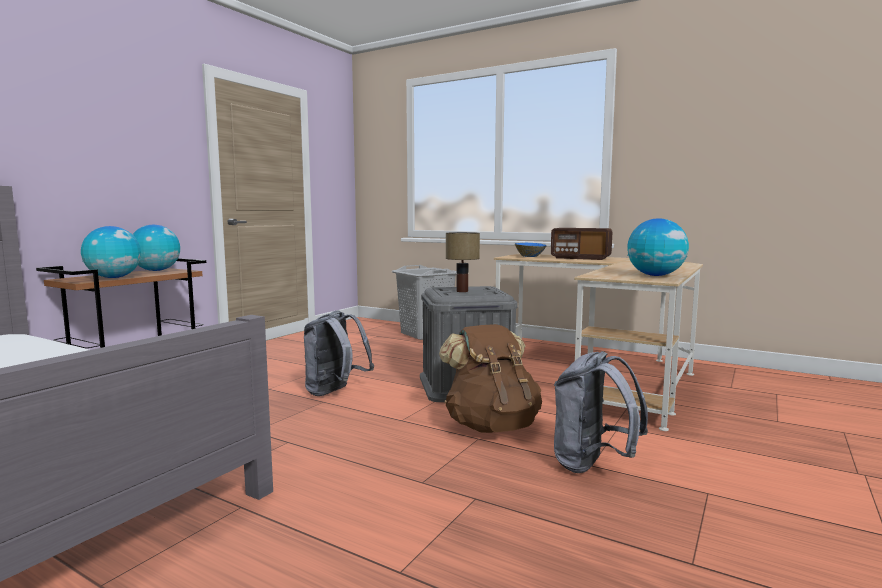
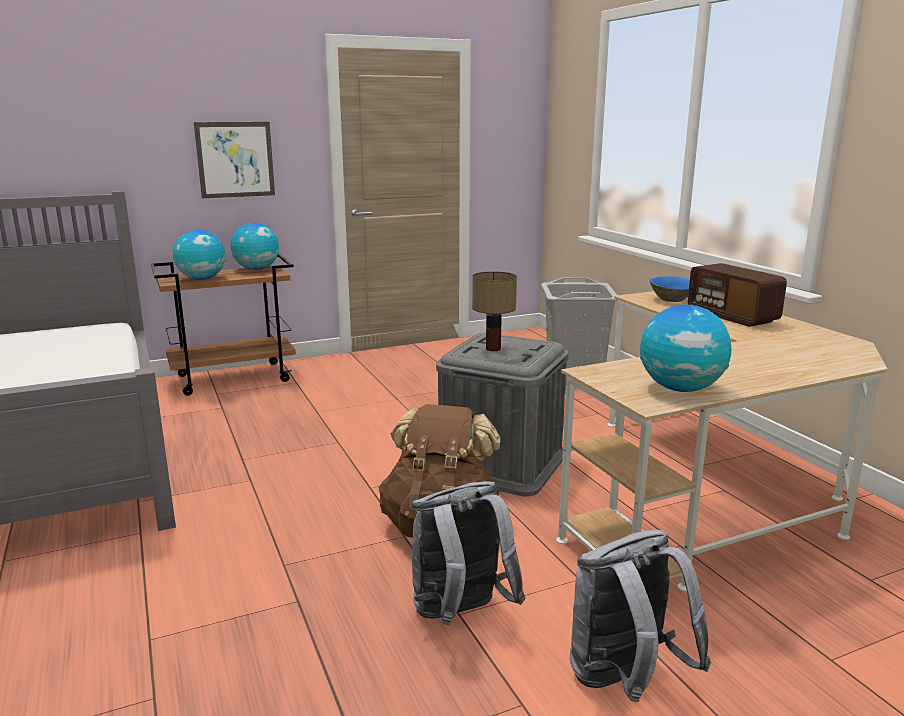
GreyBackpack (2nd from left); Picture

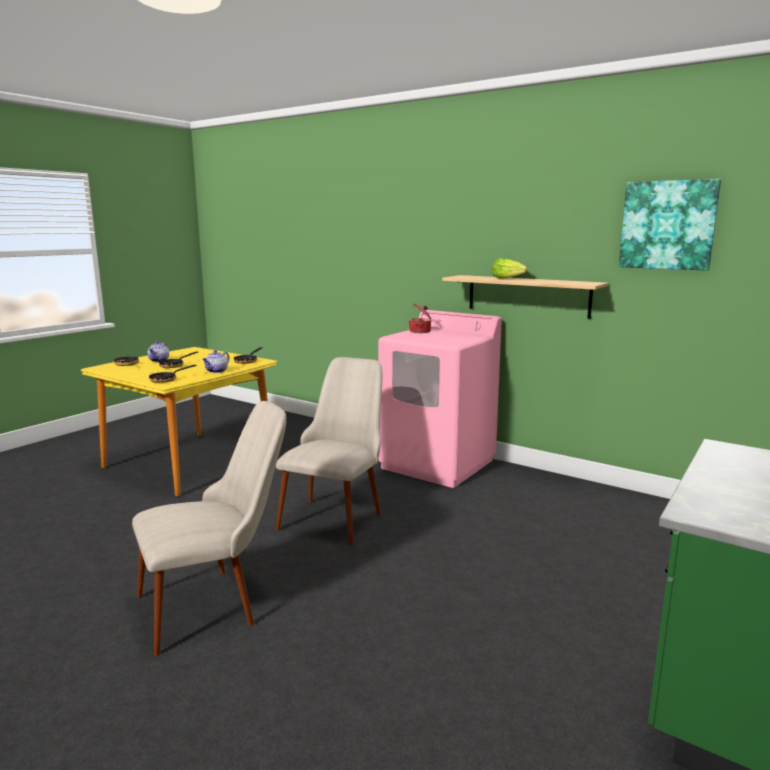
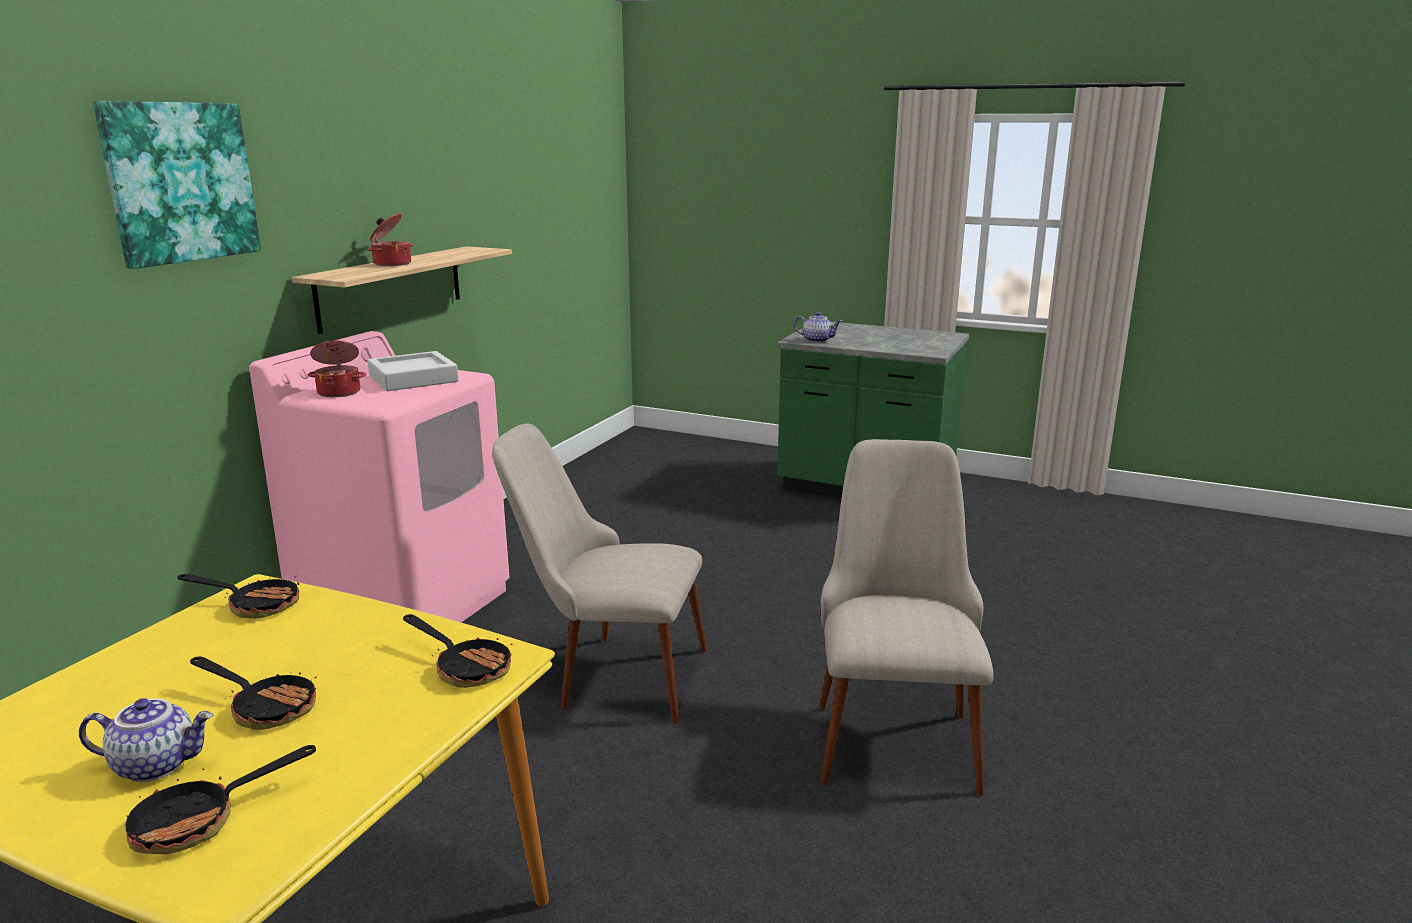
Picture; CookingPot (2nd from left); Teapot (2nd from left); BeigeChair (2nd from left); GreyTray

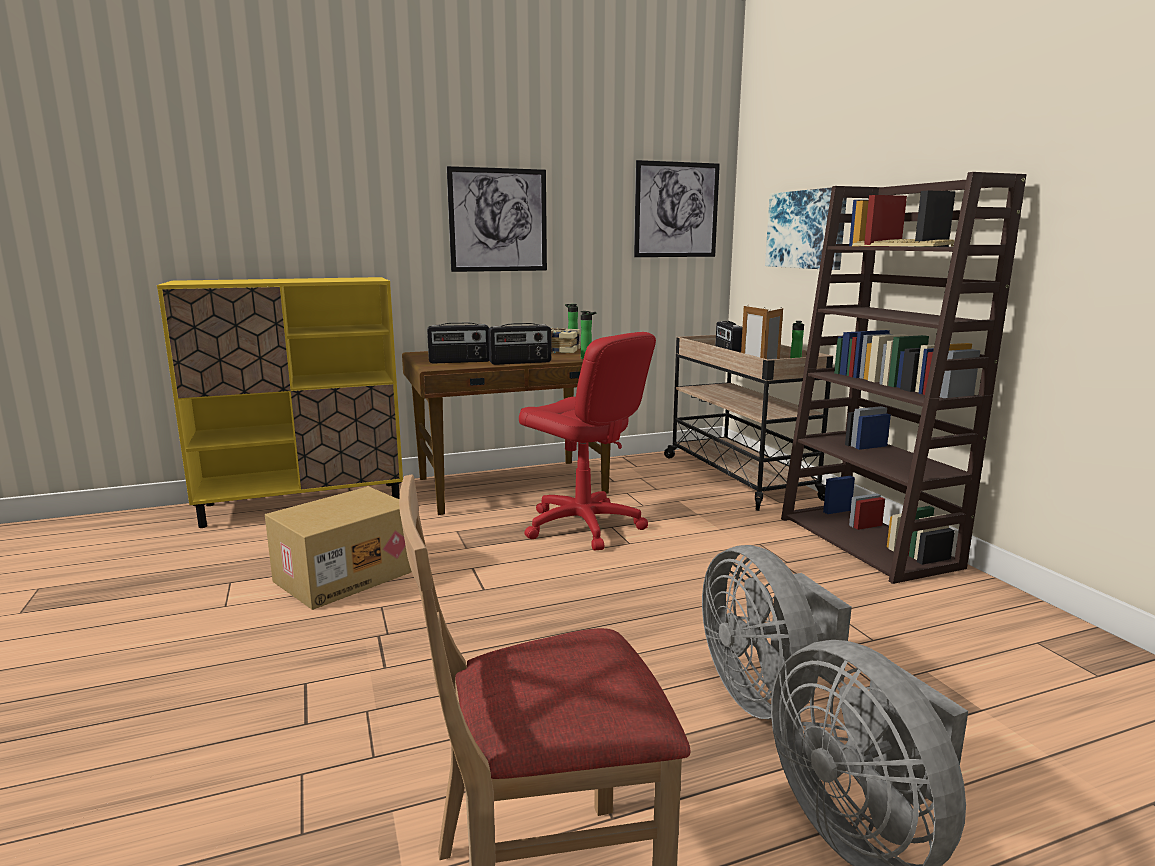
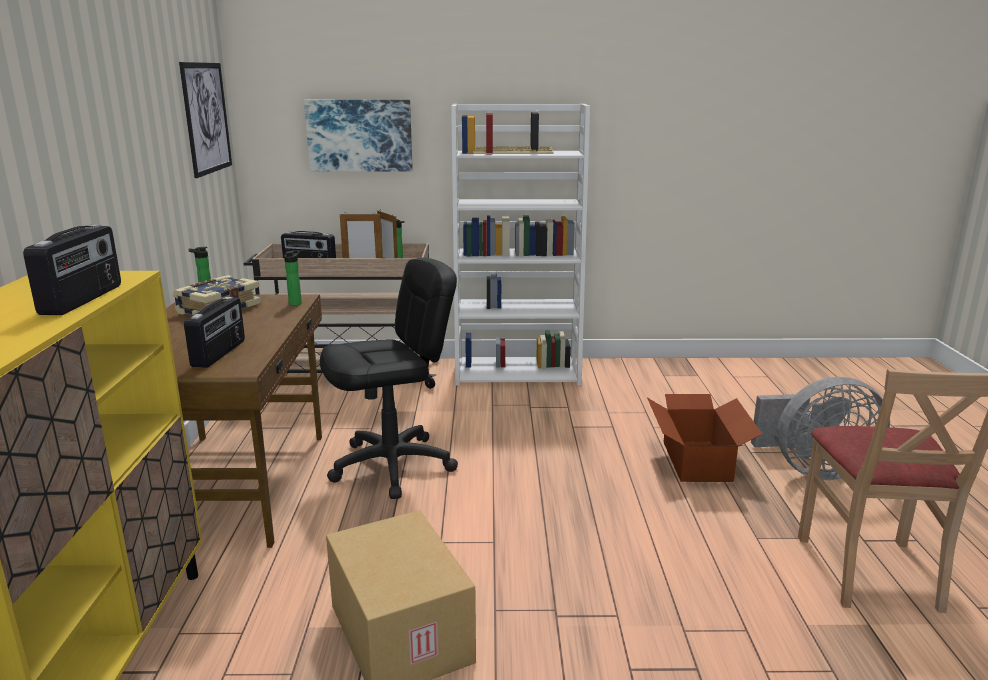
Picture (1st from left in the first image); WhiteBookcase; Radio (1st from left); BlackOfficeChair; CardboardBox (2nd from left)

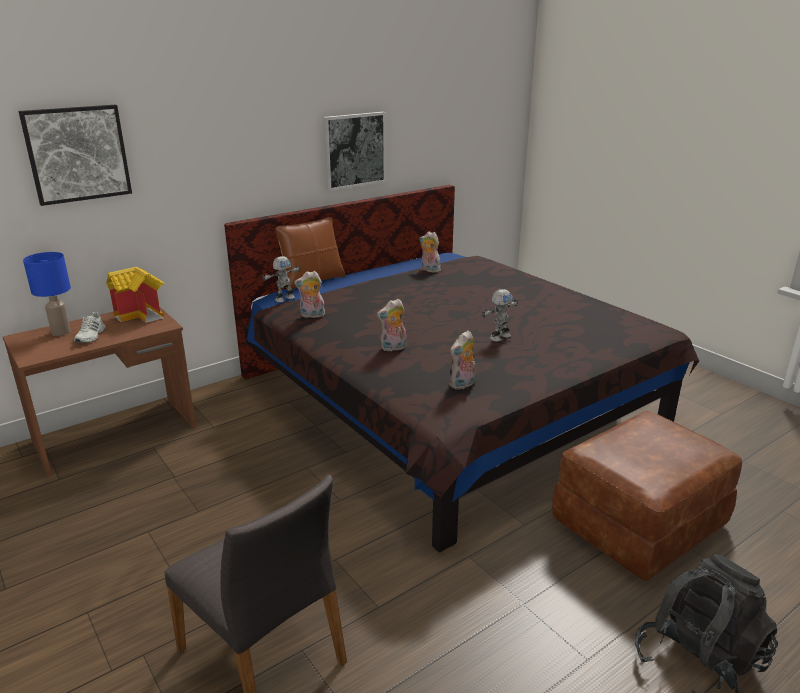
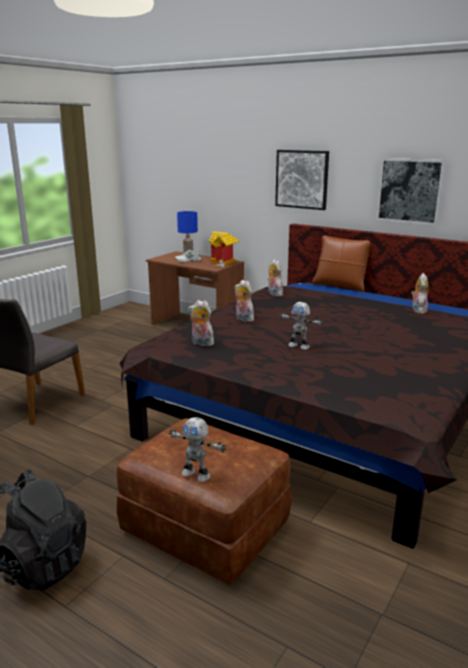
Picture (1st from left); ToyRobot (1st from left)

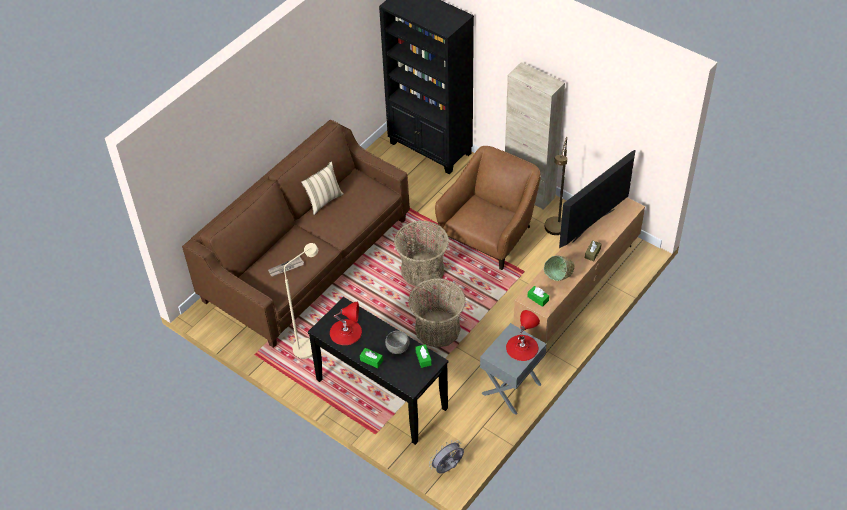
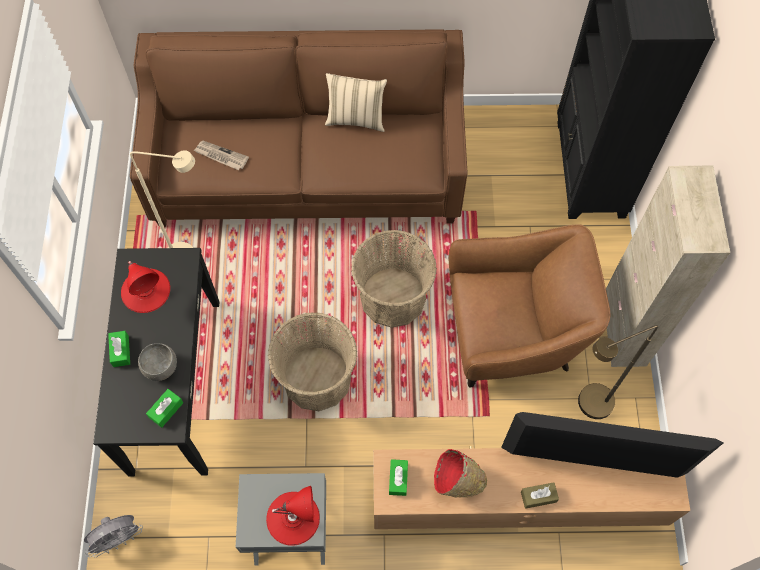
RedBowl; GreyFan

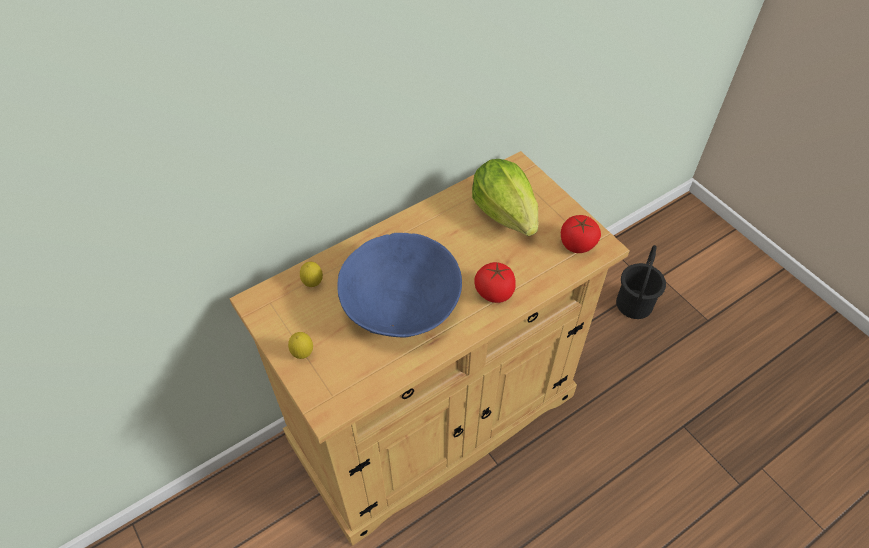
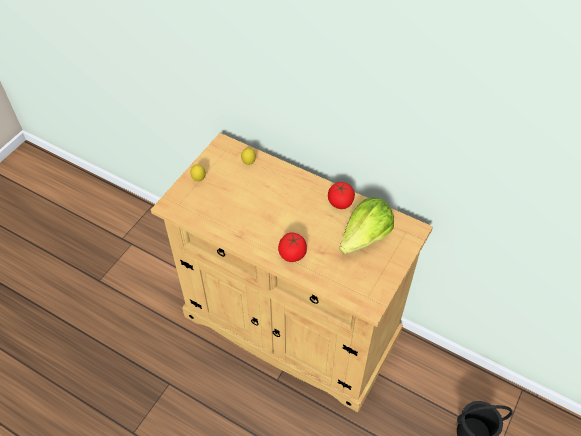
Tomato (2nd from left); BlueBowl

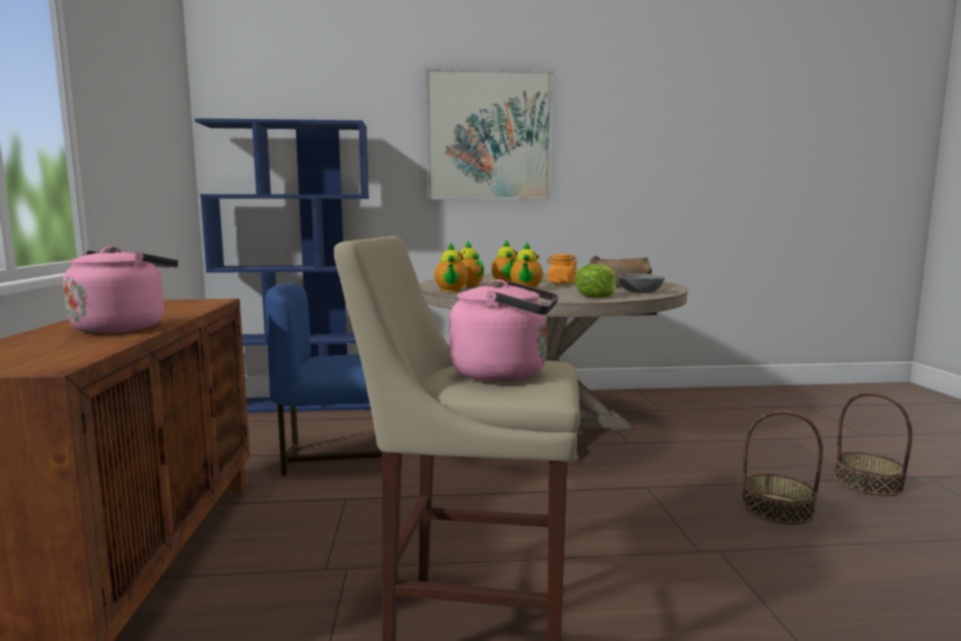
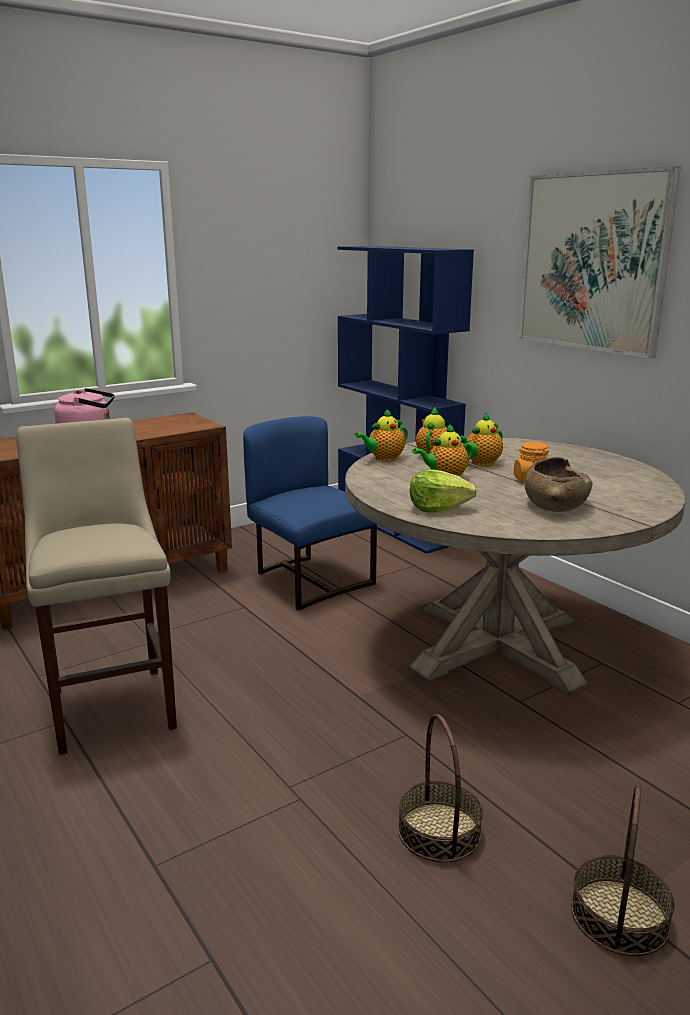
GreyBowl; PinkKettle (2nd from left in the first image)

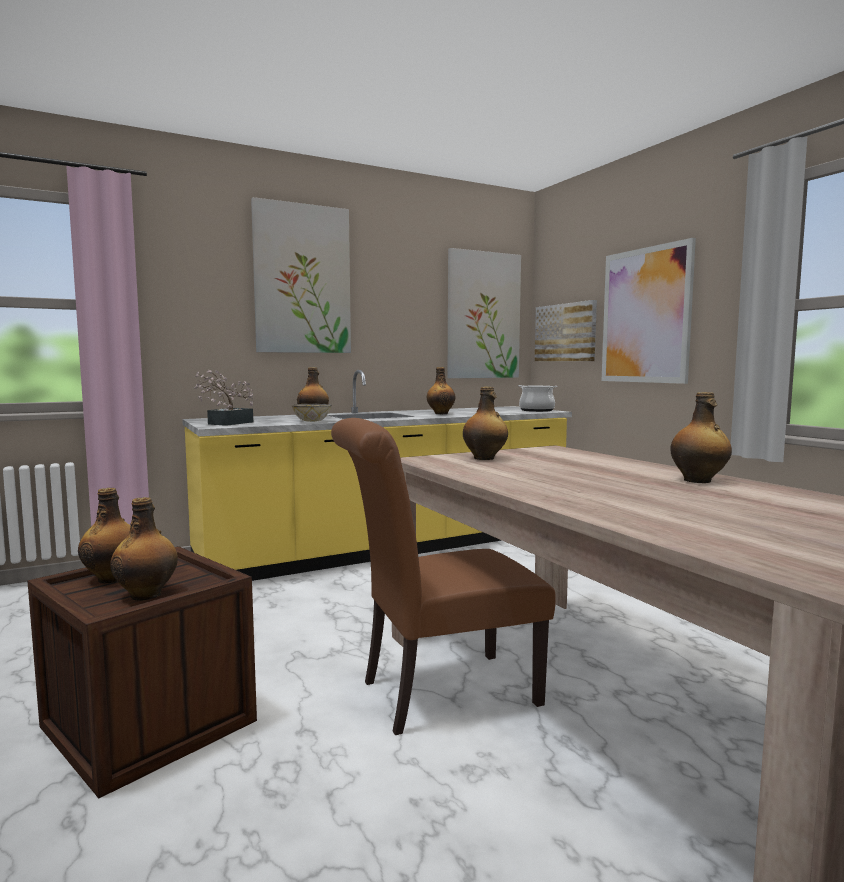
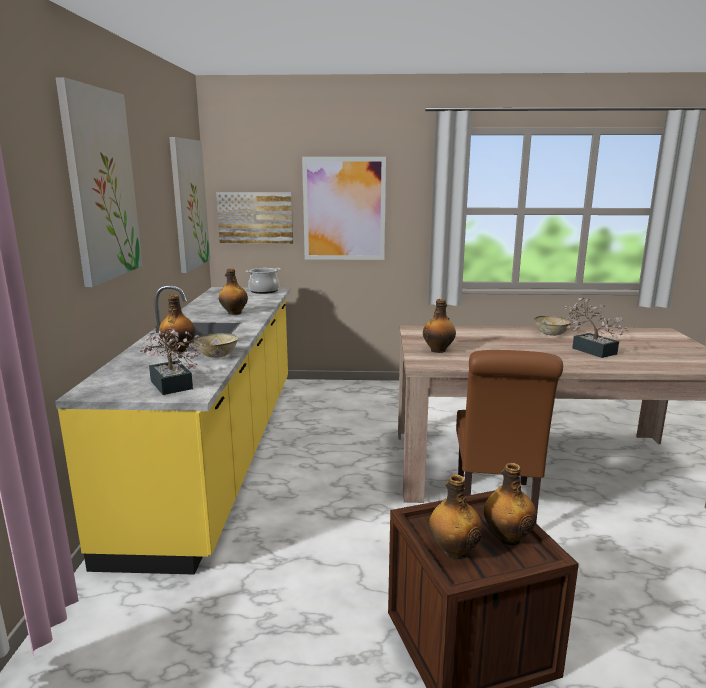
Bowl (2nd from left); PottedPlant (2nd from left)

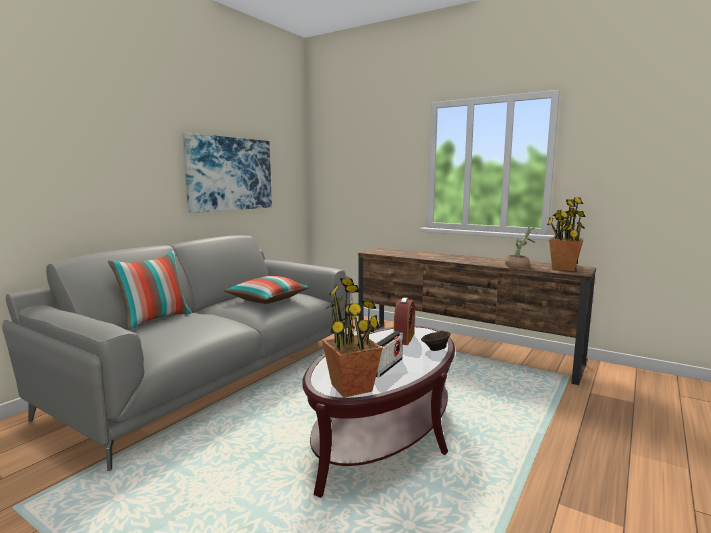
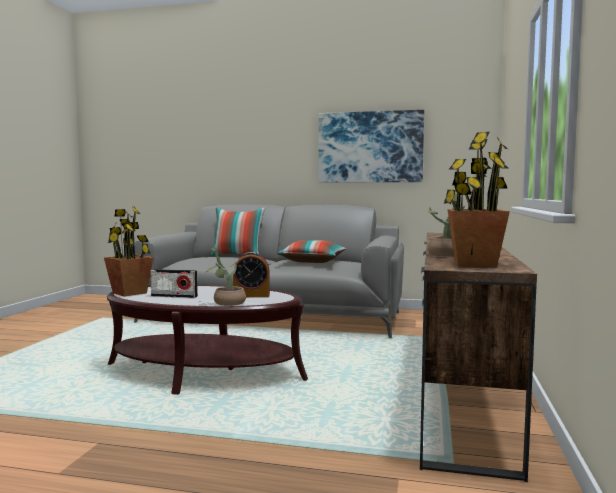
PottedPlant (2nd from left)

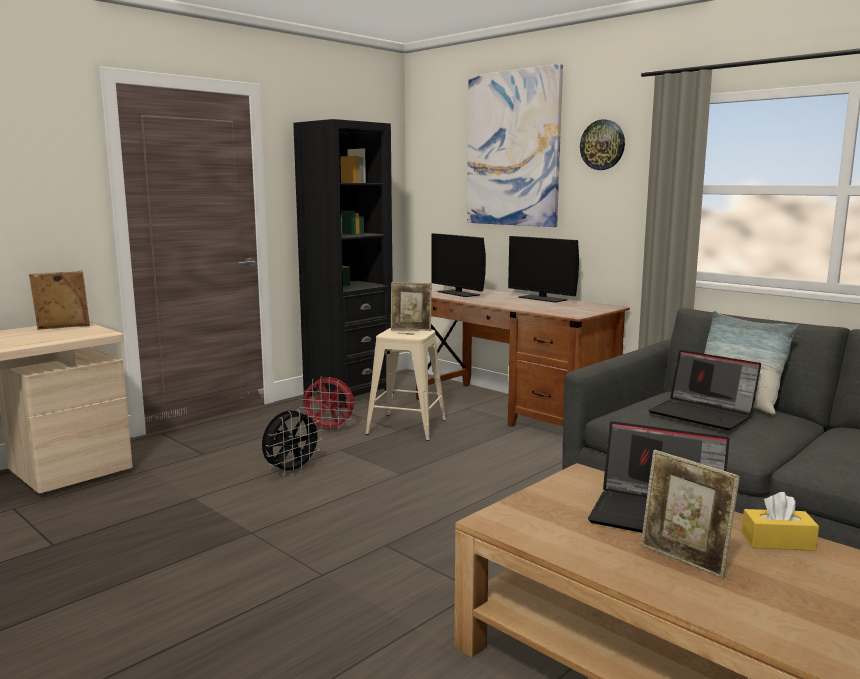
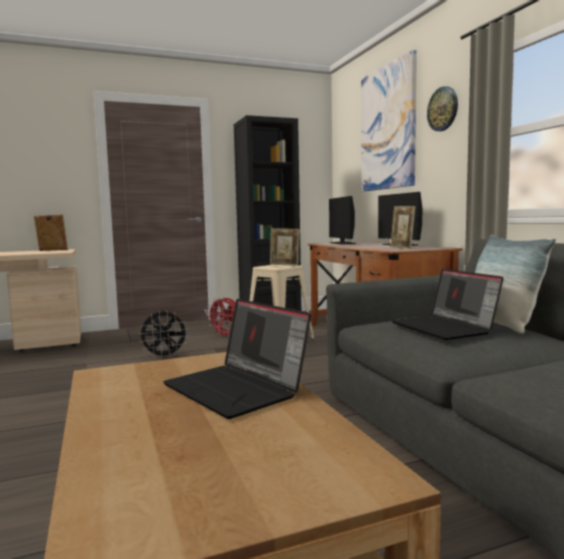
PictureFrame (3rd from left); YellowTissueBox

